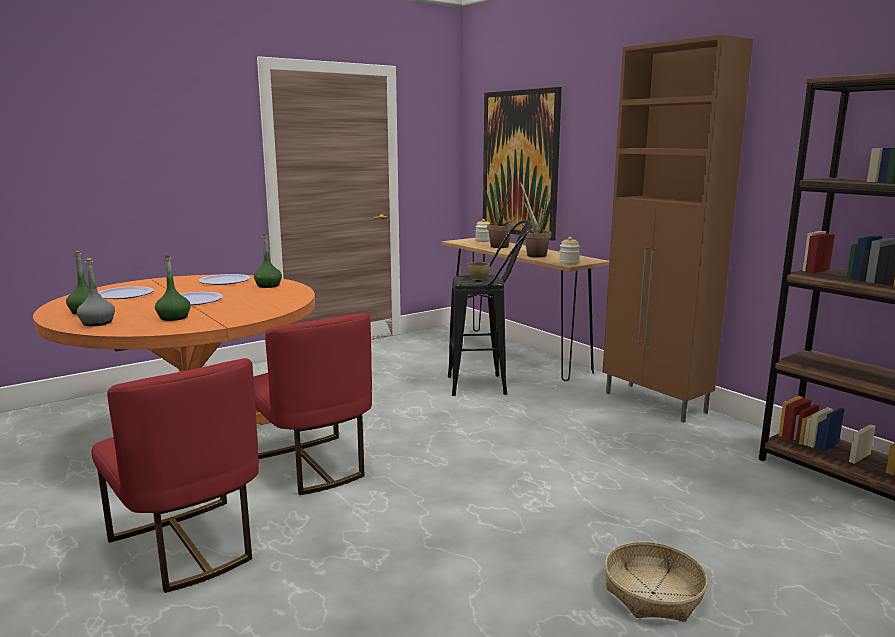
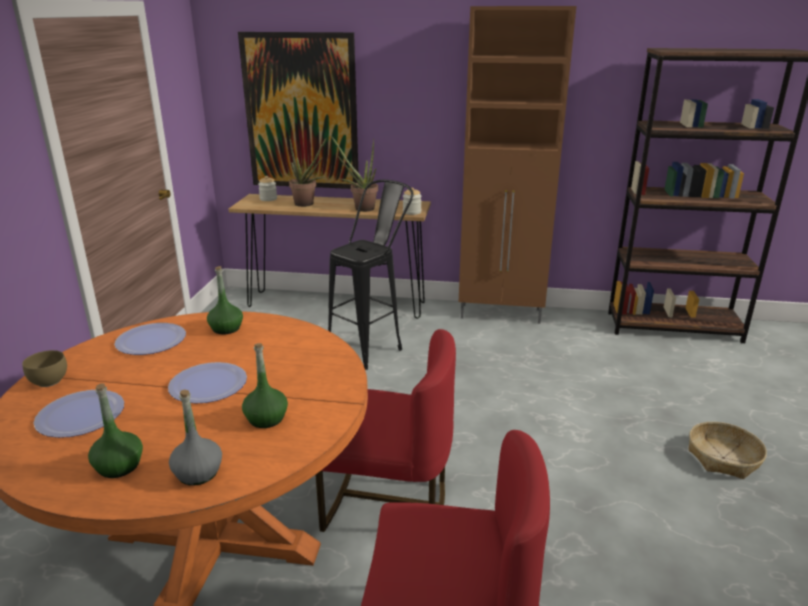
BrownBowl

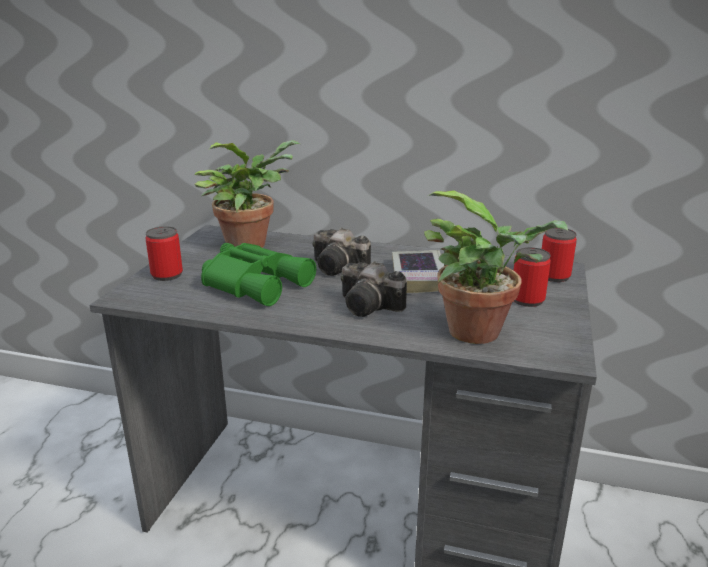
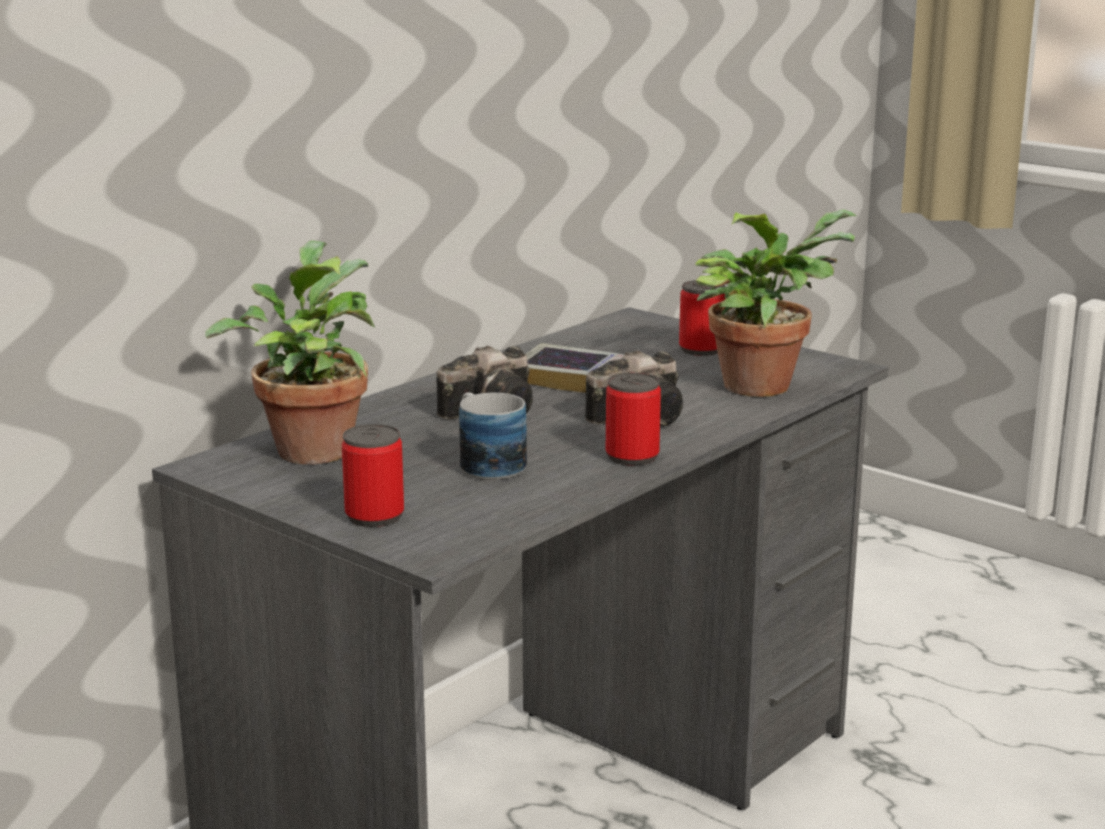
Can (2nd from left); Mug

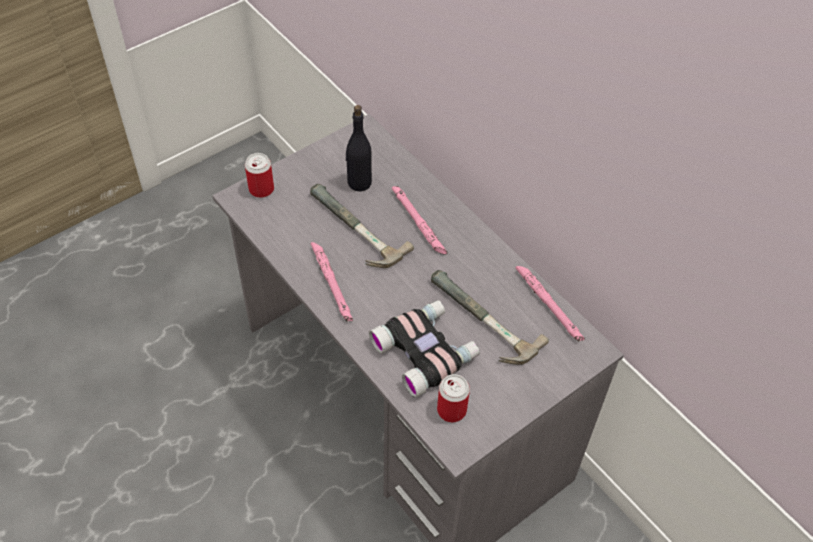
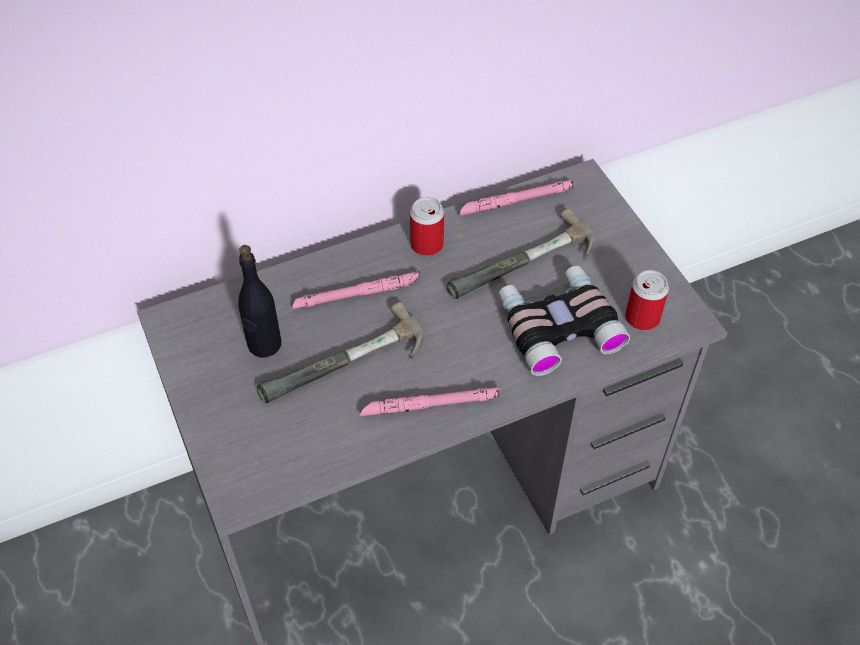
Can (1st from left)

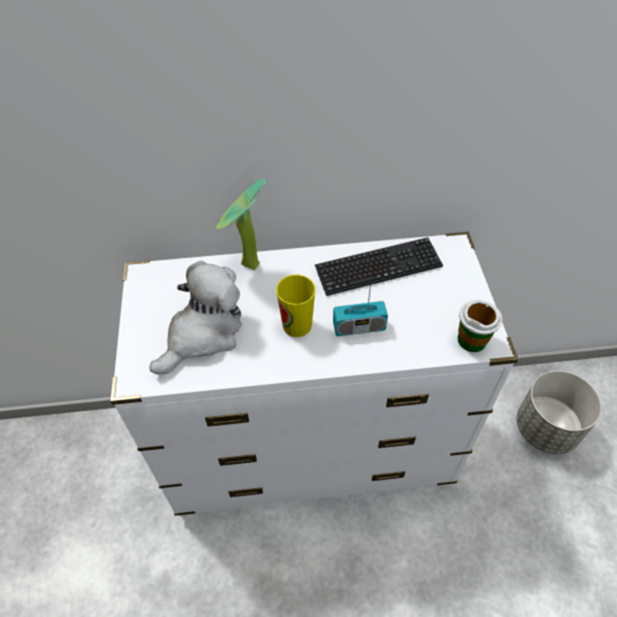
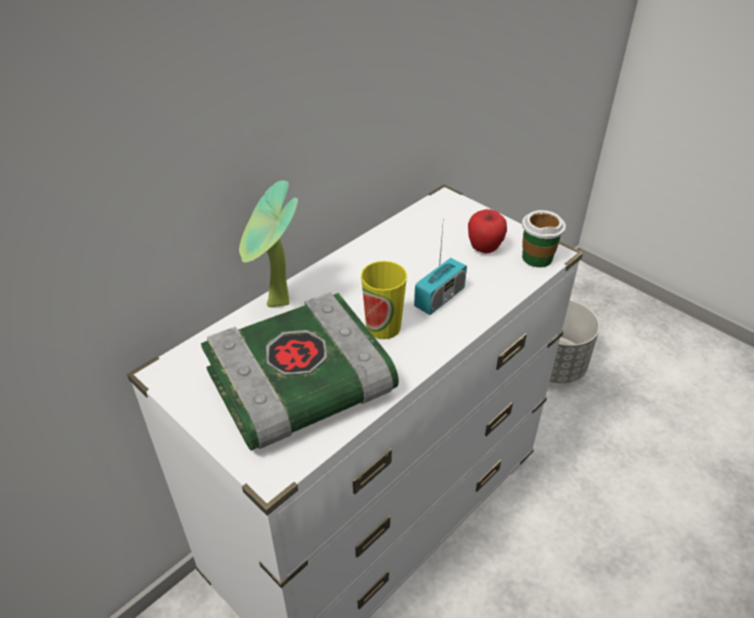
Keyboard; Book; Apple

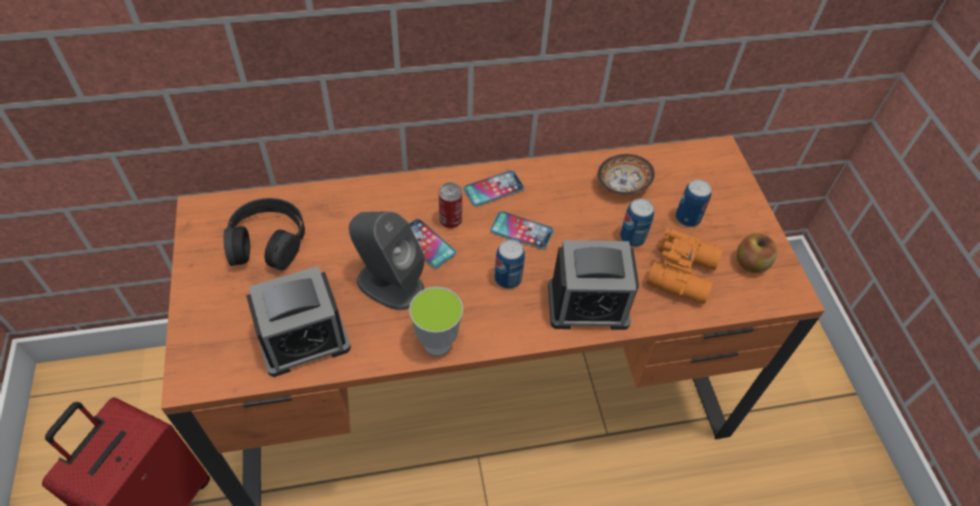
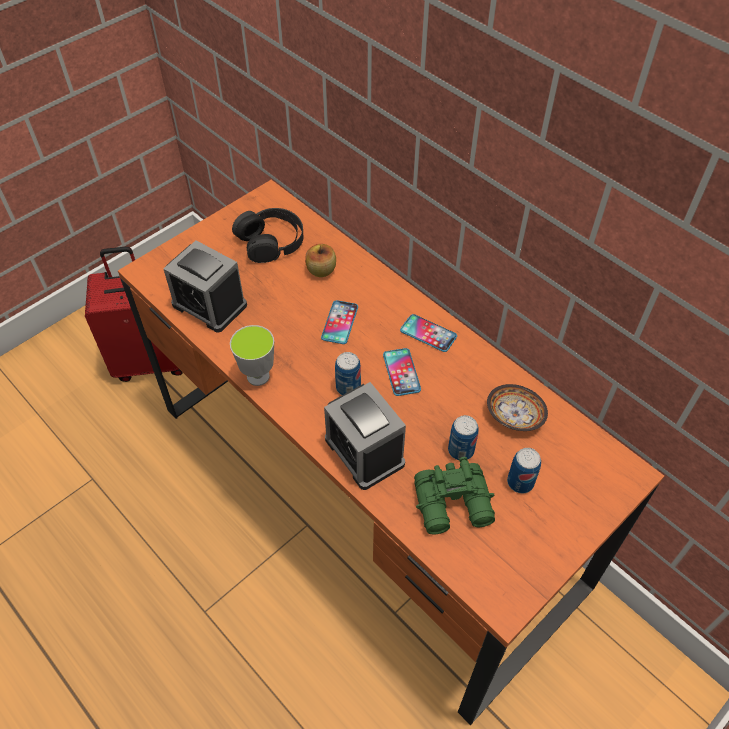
Can (1st from left in the first image); GreySpeaker; GreenBinoculars; Apple

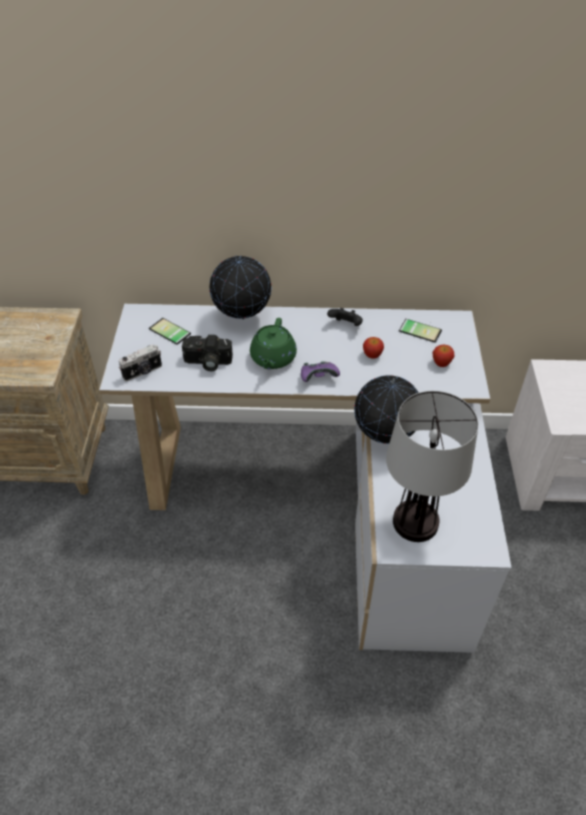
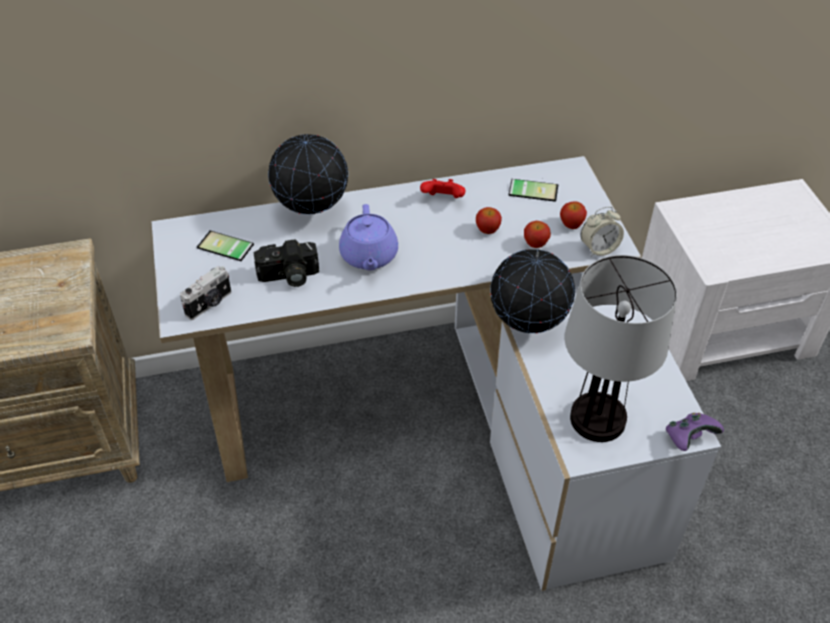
RedGameController; PurpleTeapot; PurpleGameController; AlarmClock; Apple (2nd from left)

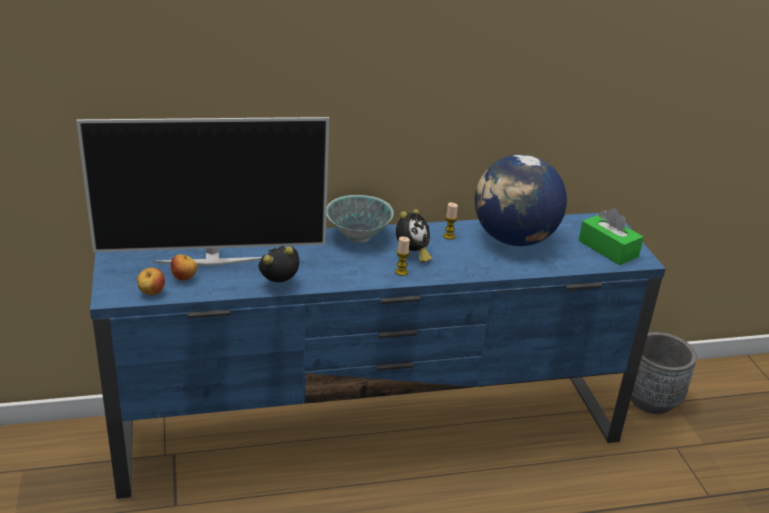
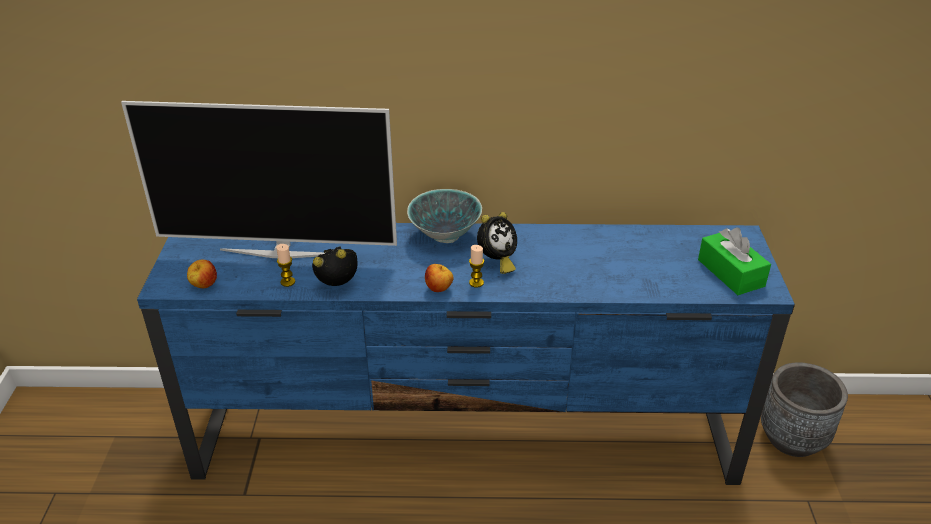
Globe; Candle (1st from left); Apple (2nd from left)

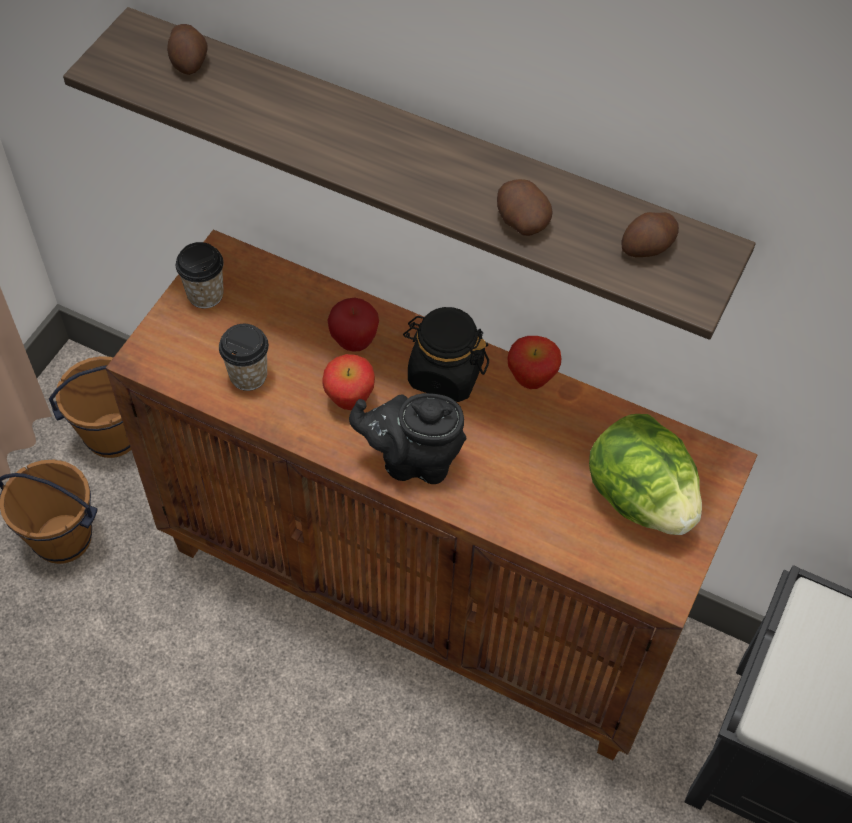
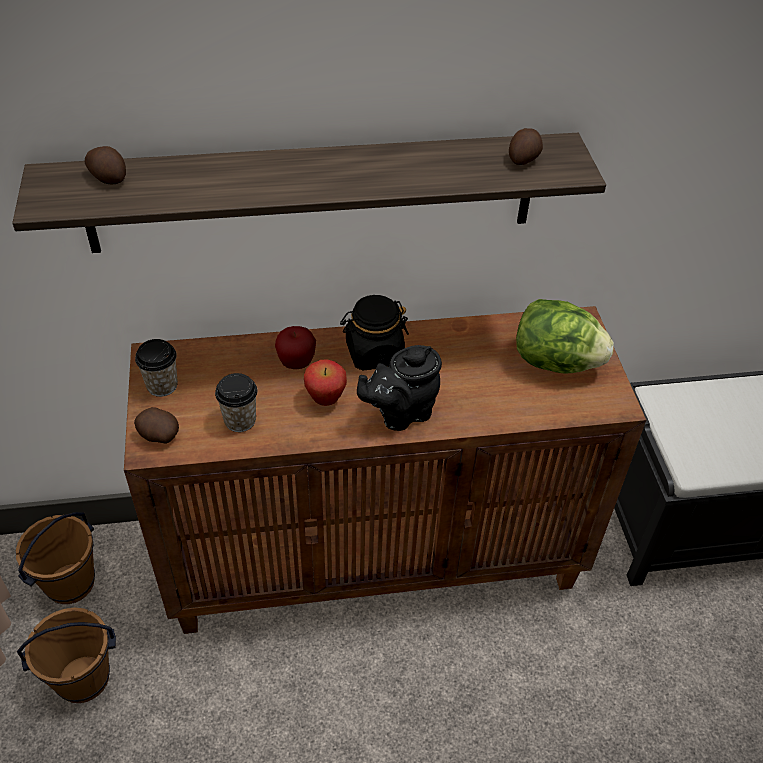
Potato (2nd from left); Apple (3rd from left in the first image)

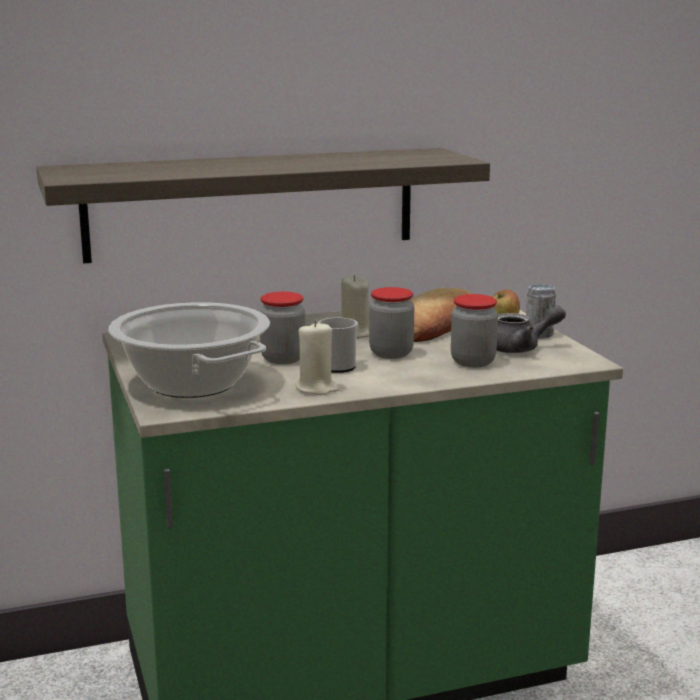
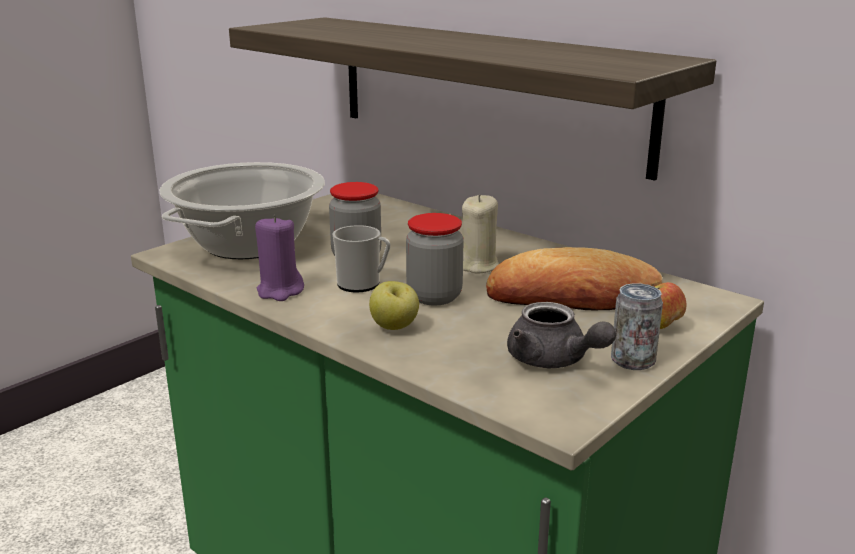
Jar (3rd from left in the first image); PurpleCandle; Apple (1st from left)

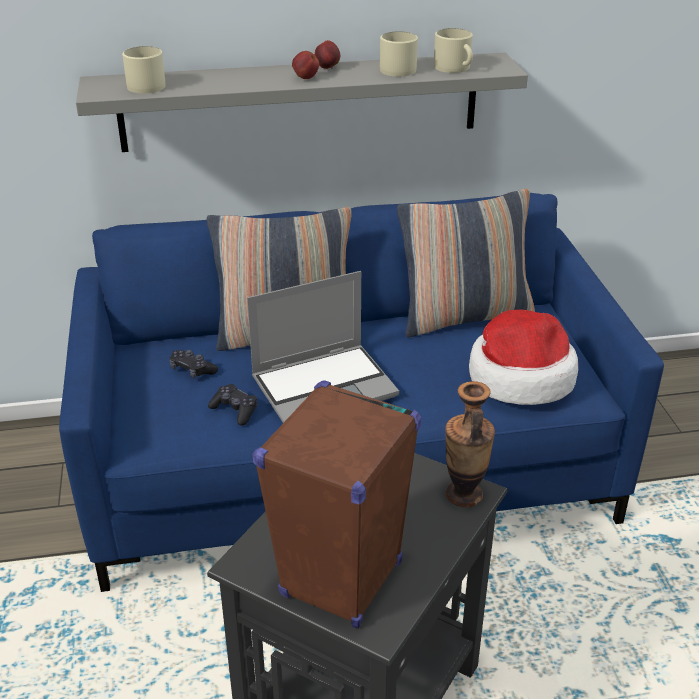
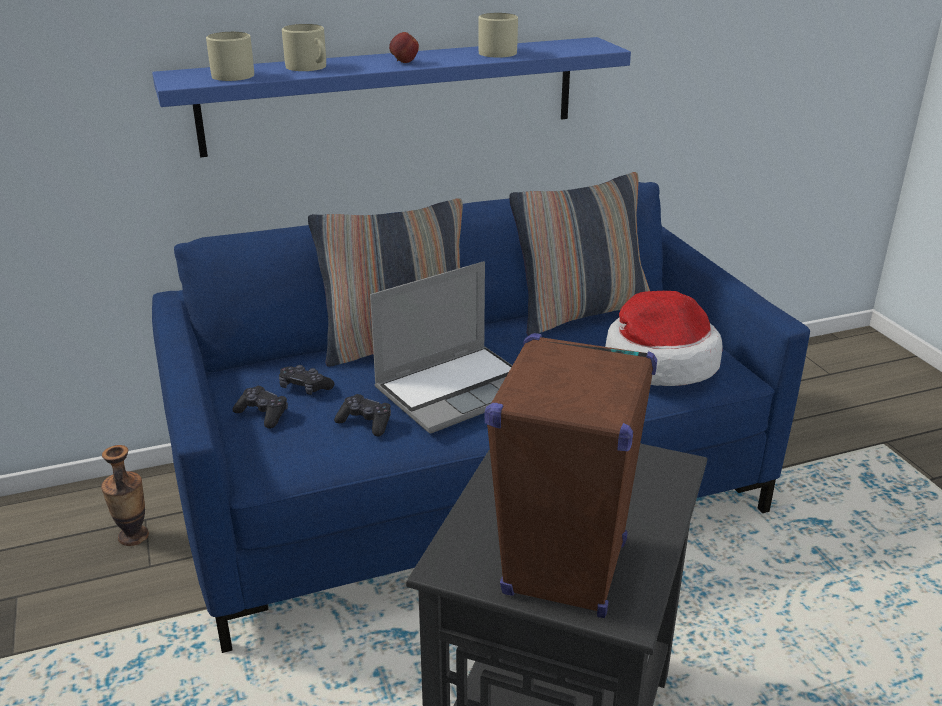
BeigeMug (2nd from left); Apple (2nd from left in the first image); BlueShelf; Vase; BlackGameController (1st from left)

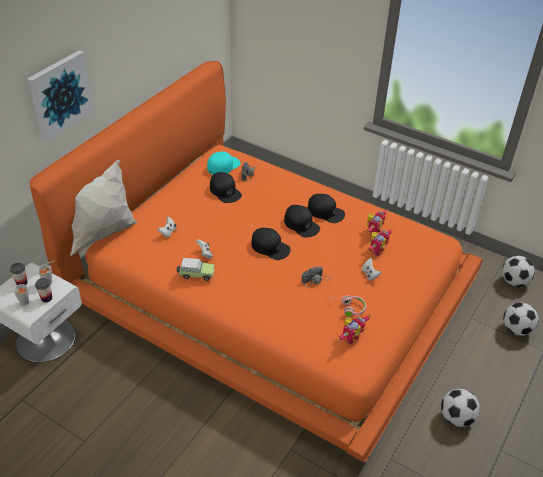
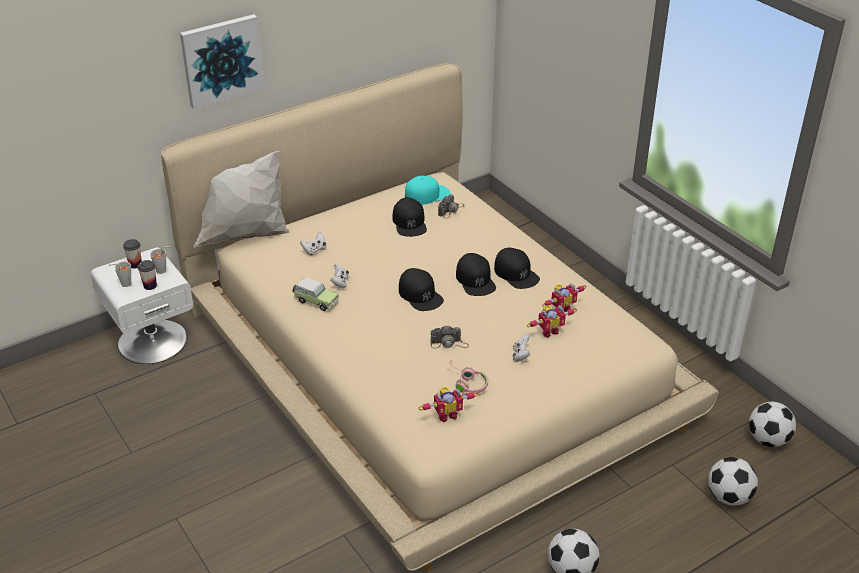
BeigeBed

